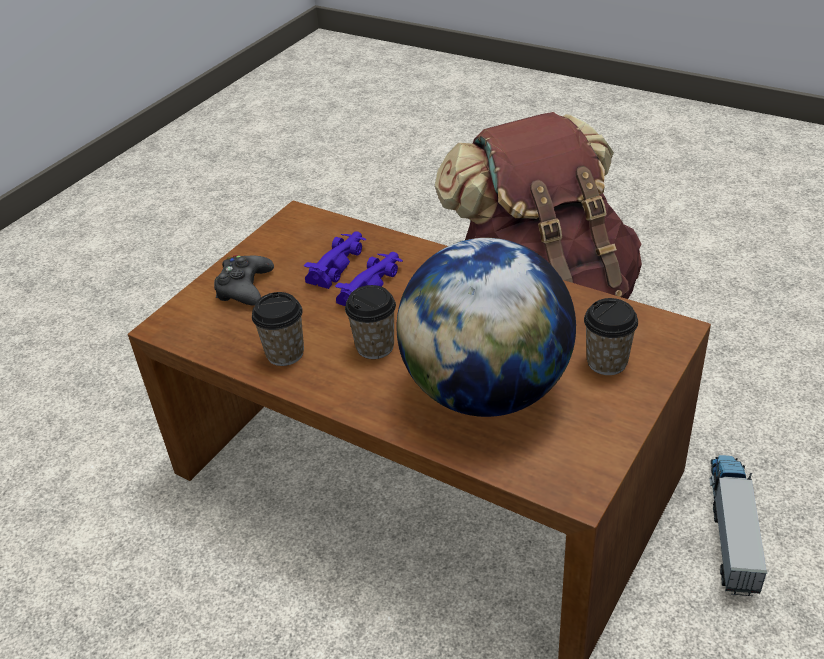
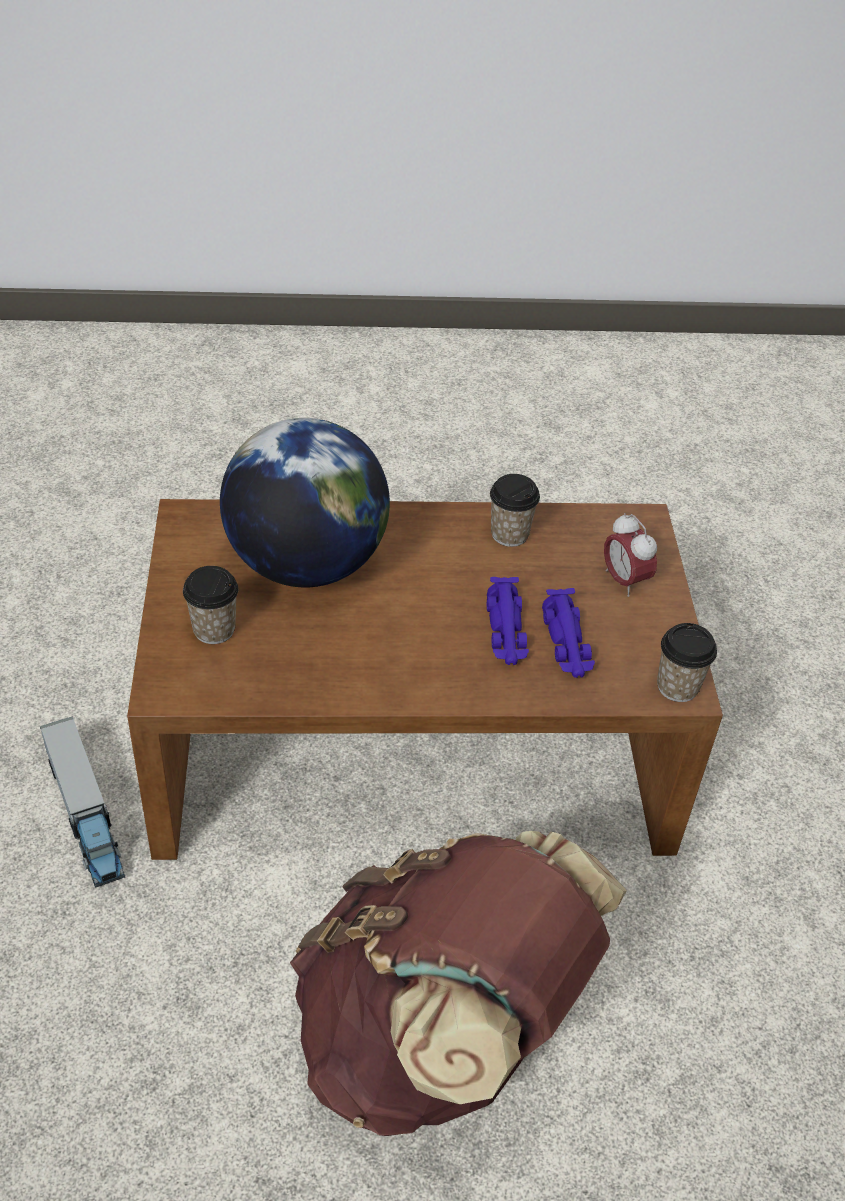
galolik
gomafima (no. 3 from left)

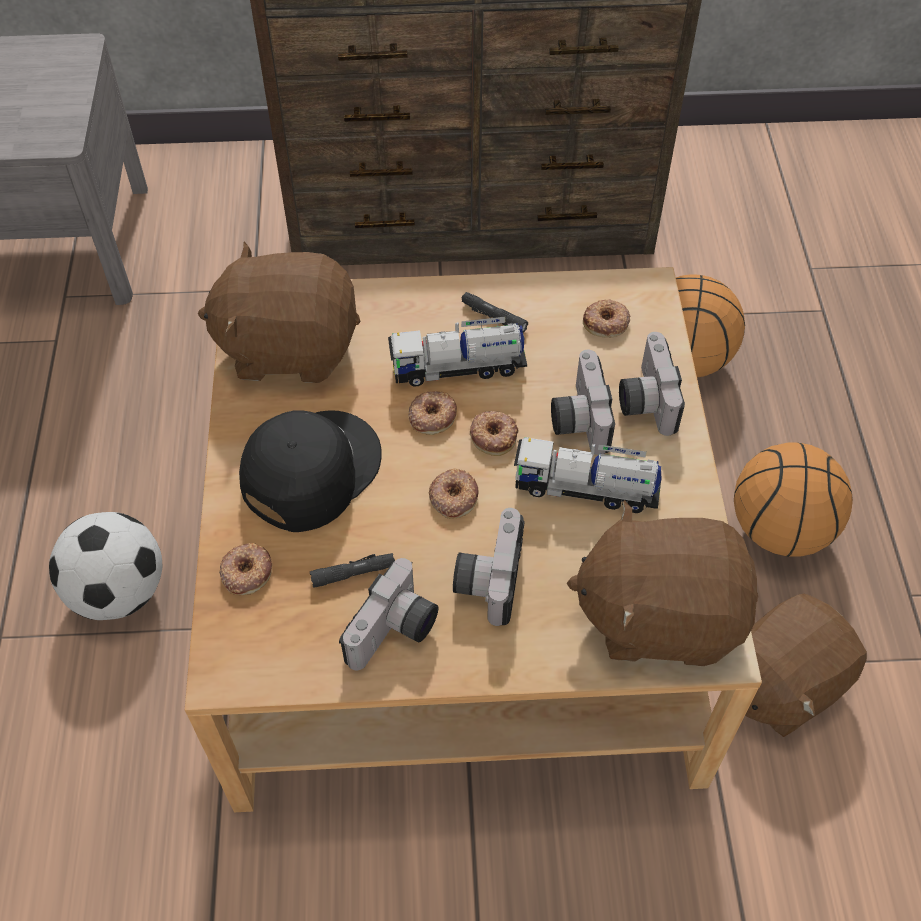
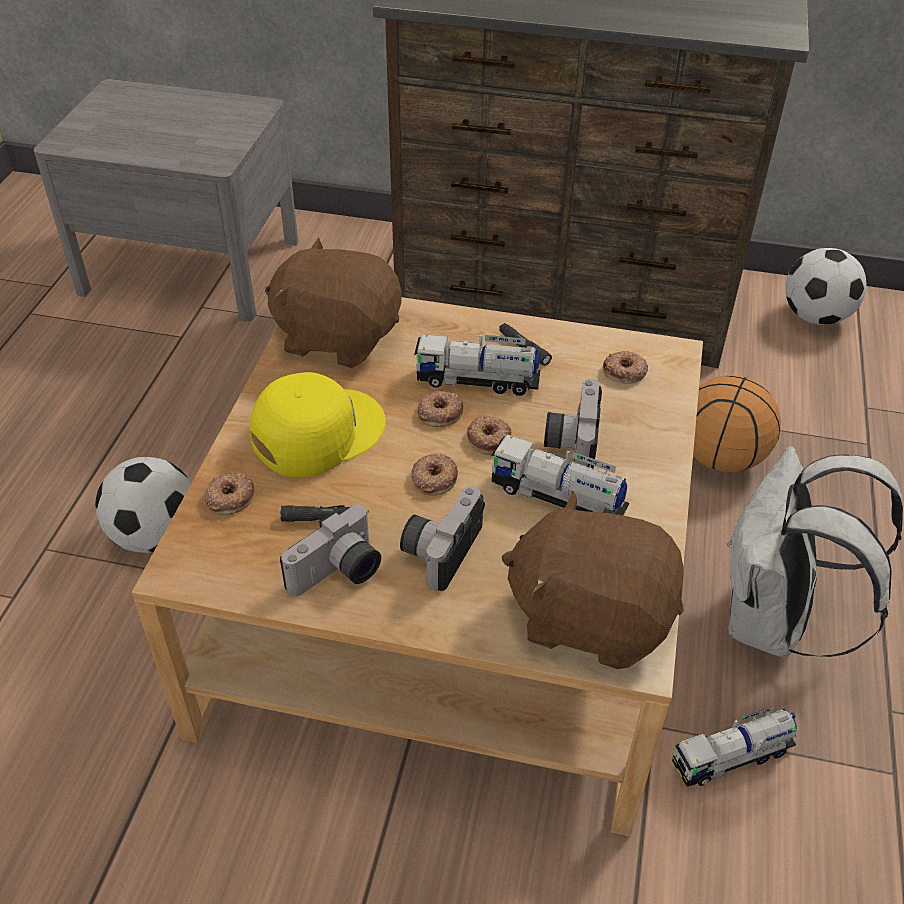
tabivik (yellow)
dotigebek (no. 3 from left)
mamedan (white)
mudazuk (no. 2 from left)
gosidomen (no. 4 from left in the first image)

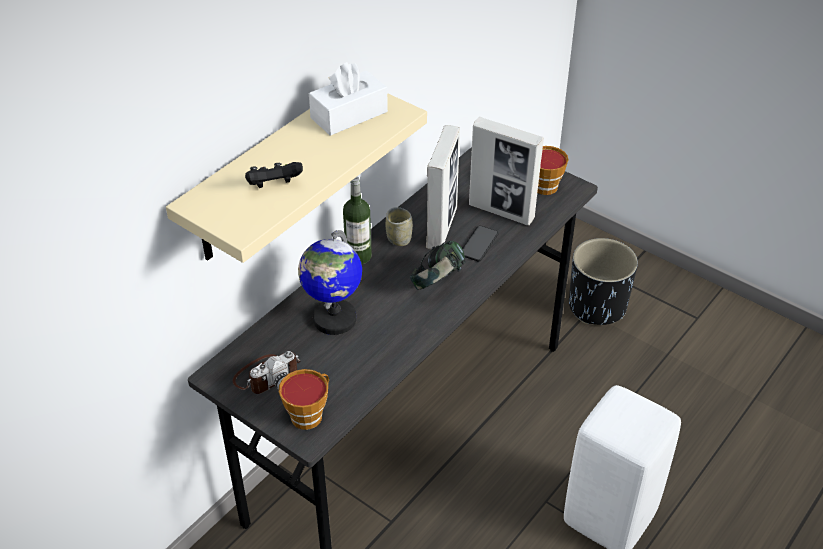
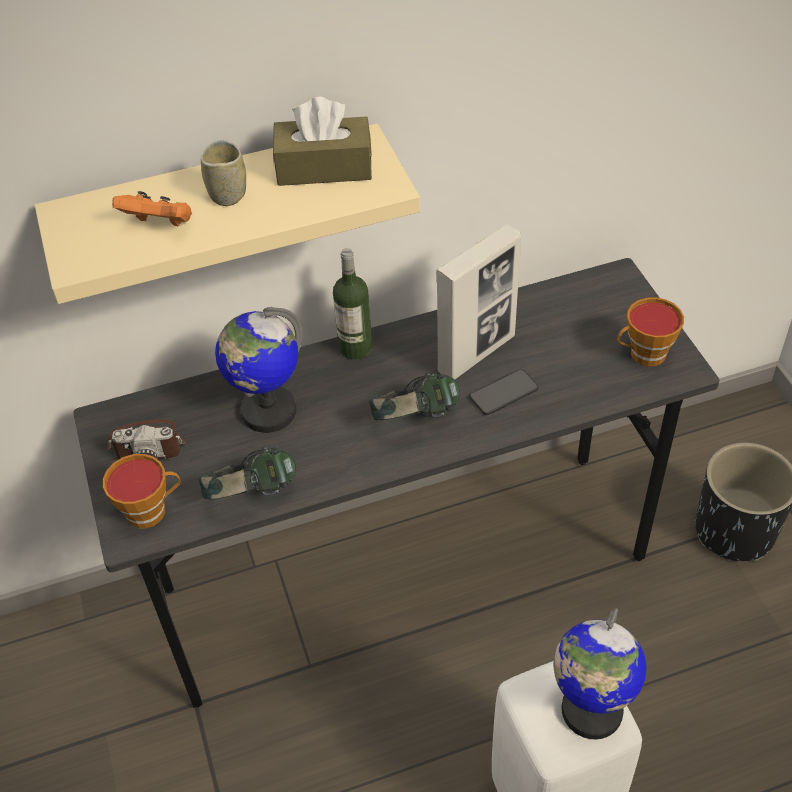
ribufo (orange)
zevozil (no. 1 from left)
gomafima (no. 2 from left)
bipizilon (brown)
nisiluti (no. 2 from left)
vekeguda (no. 2 from left in the first image)

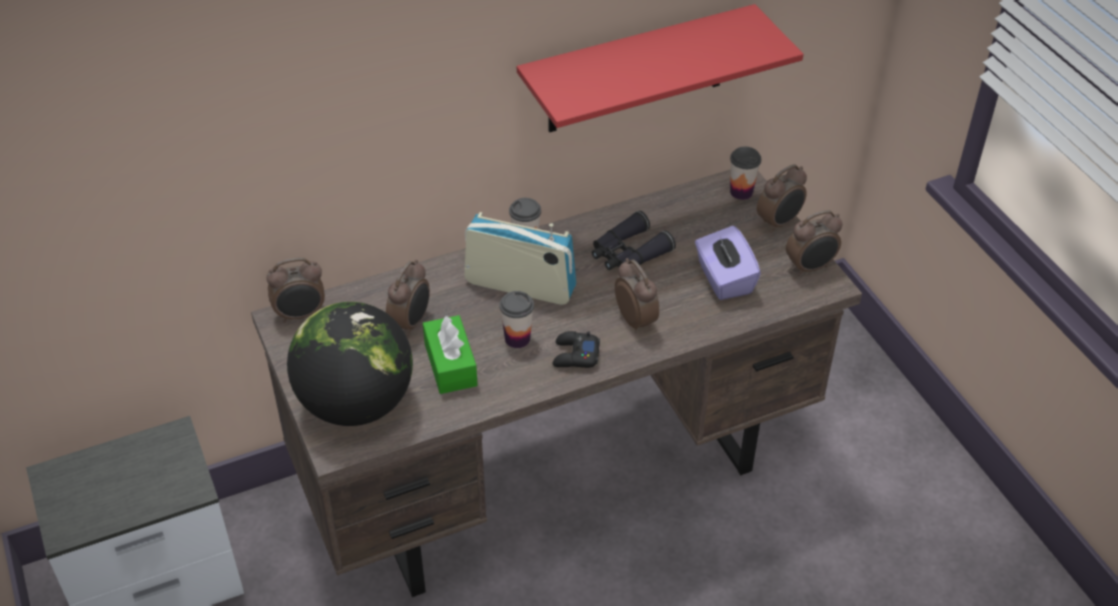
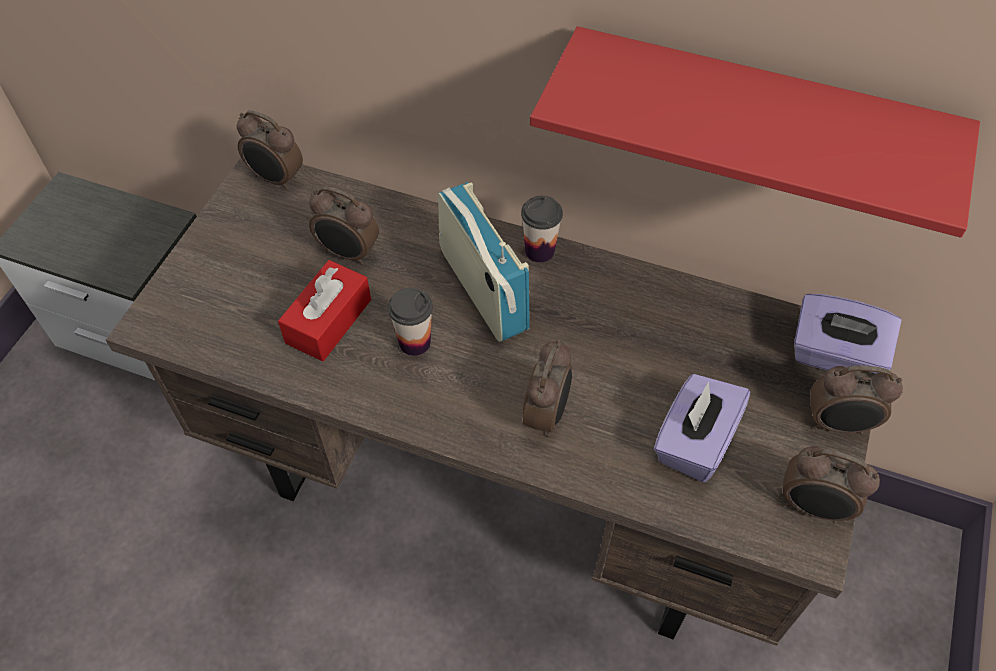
bipizilon (red)
galolik (no. 2 from left)
bipizilon (purple) (no. 2 from left)
nisiluti
ribufo (black)
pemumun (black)

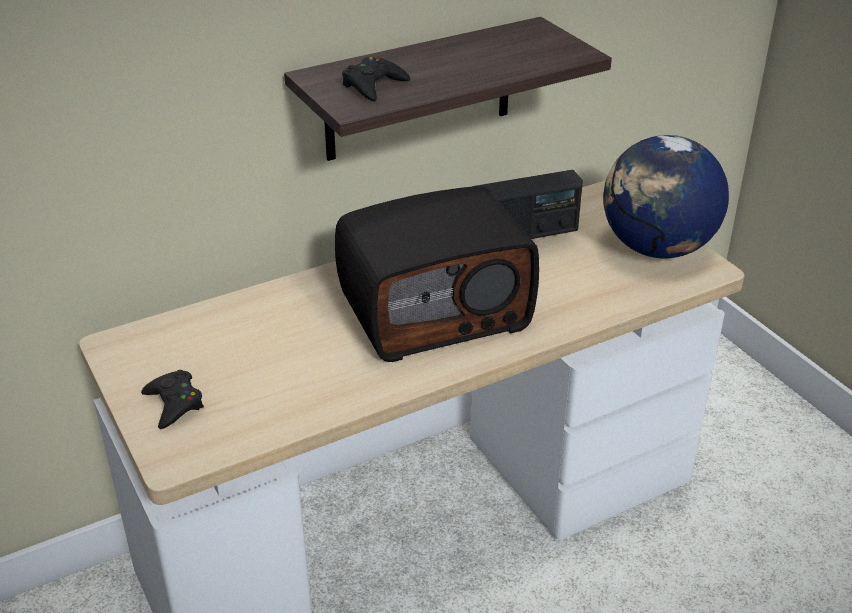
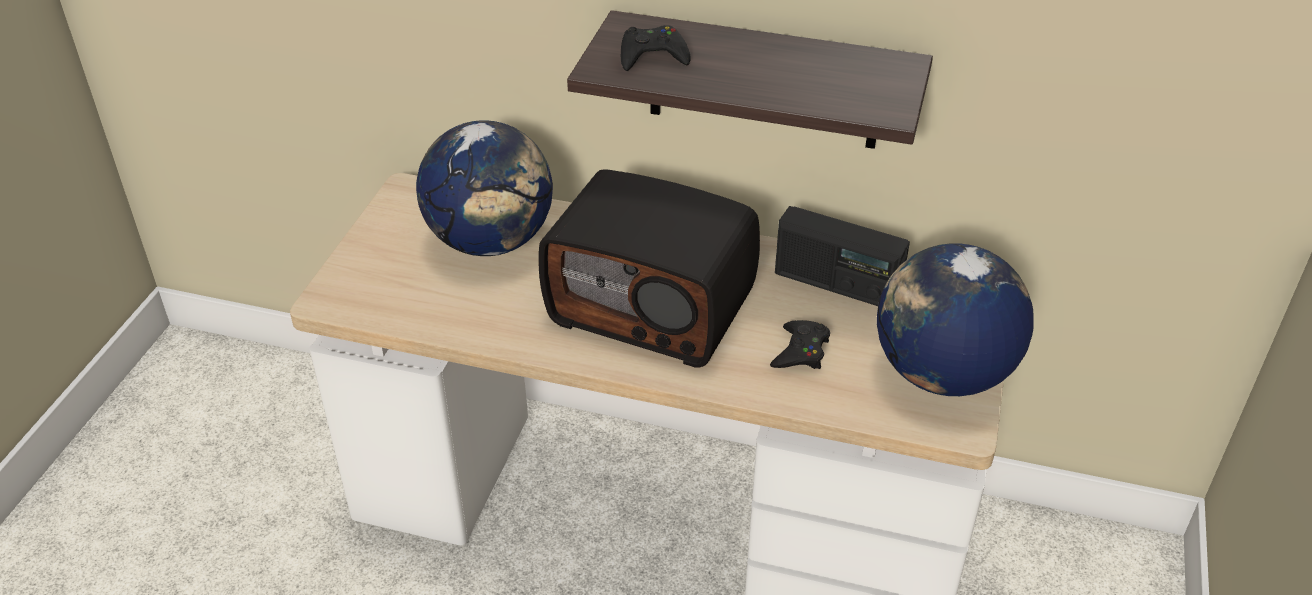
nisiluti (no. 1 from left)
ribufo (black) (no. 2 from left)

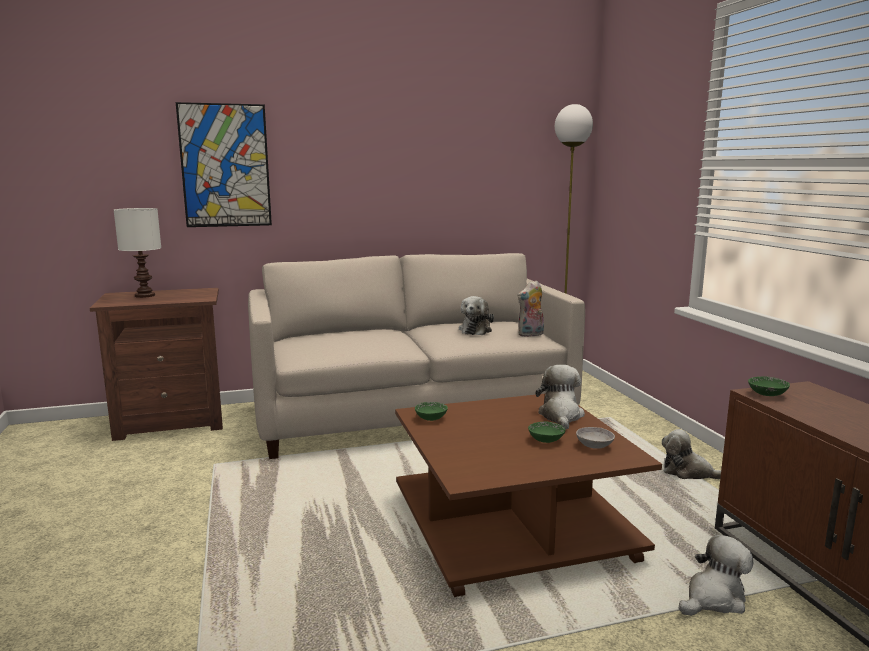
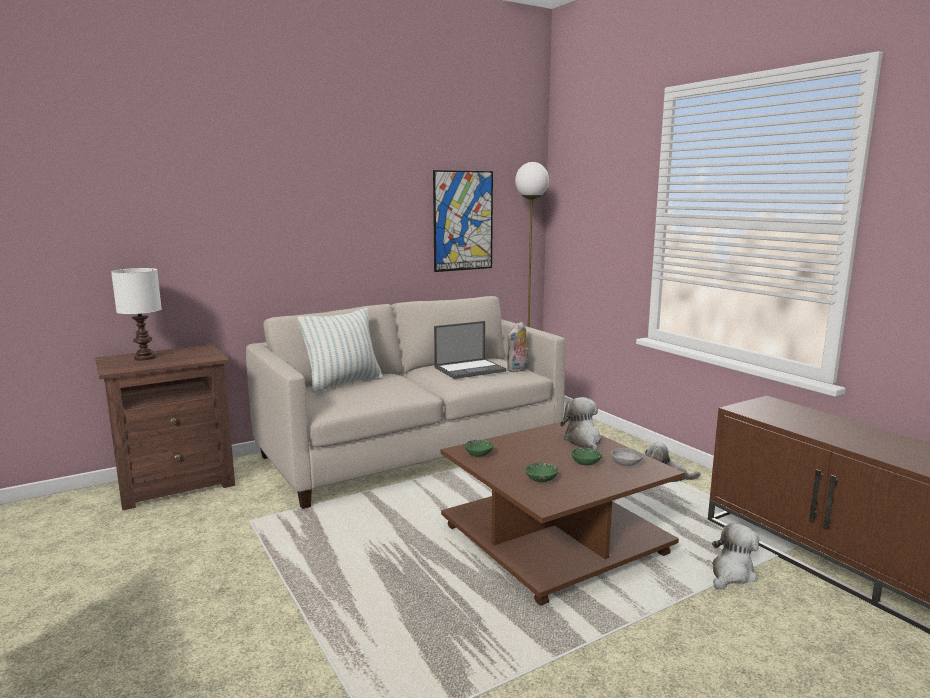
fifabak
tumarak
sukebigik
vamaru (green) (no. 2 from left)

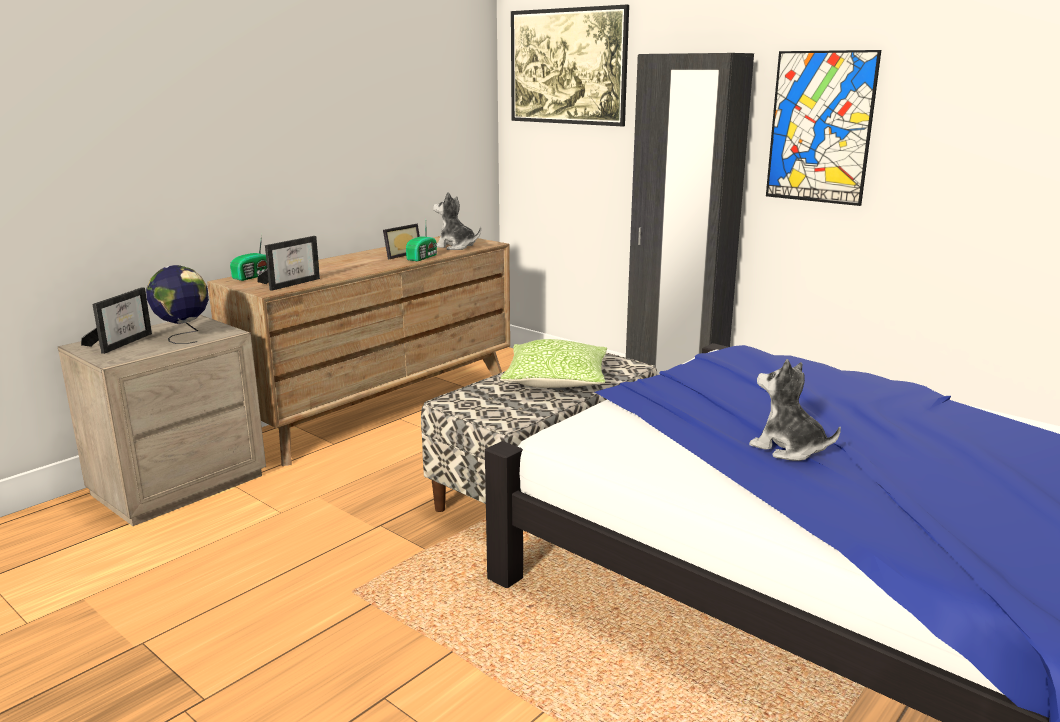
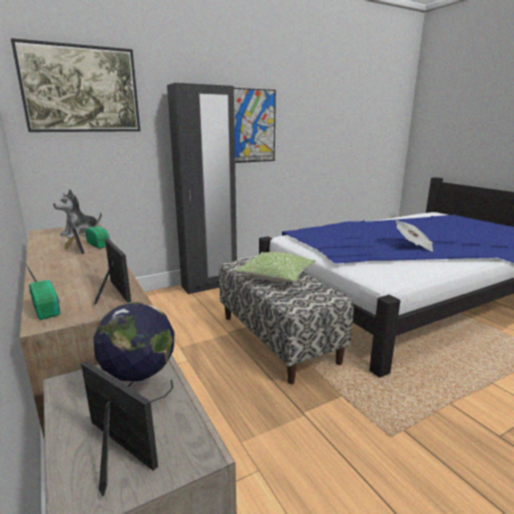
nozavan

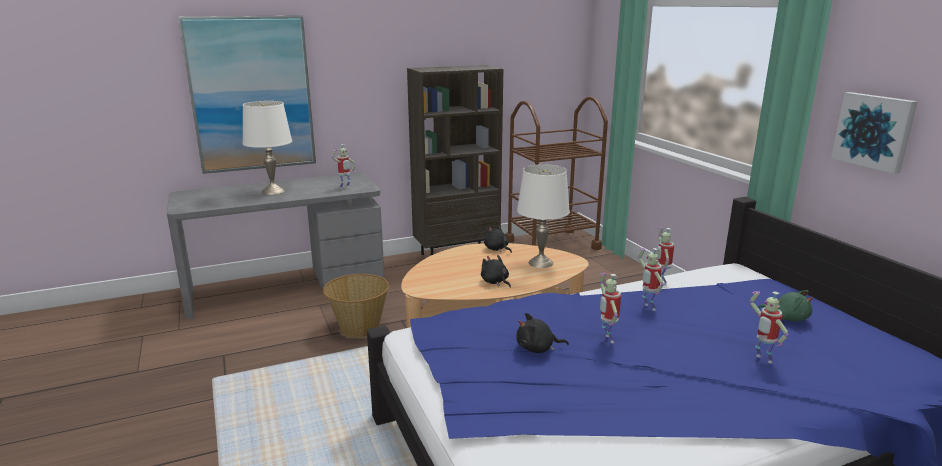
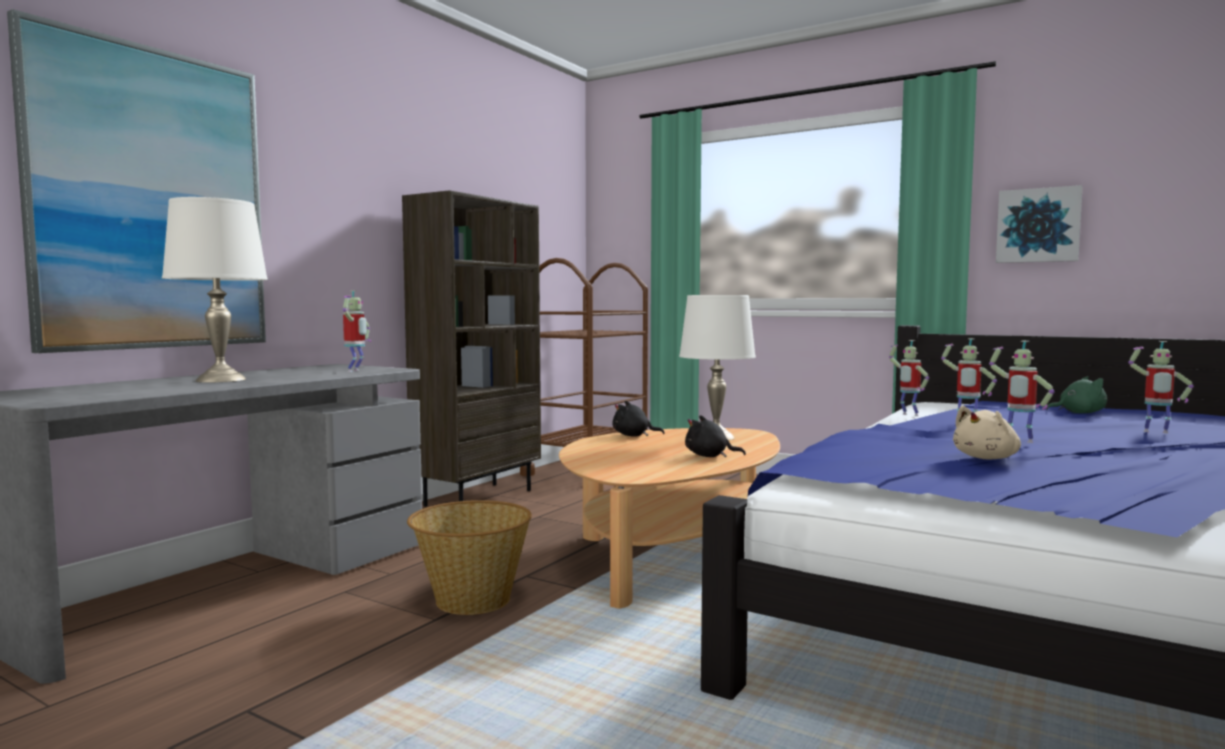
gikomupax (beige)

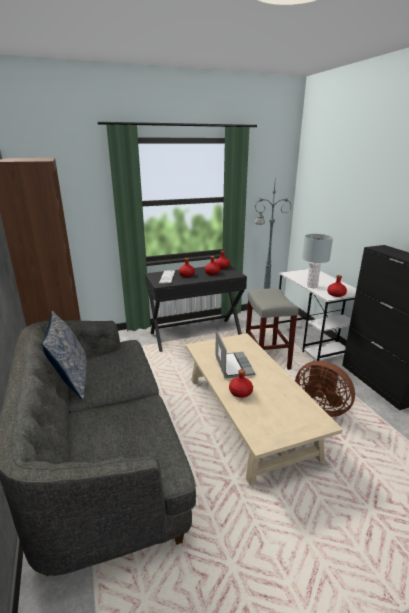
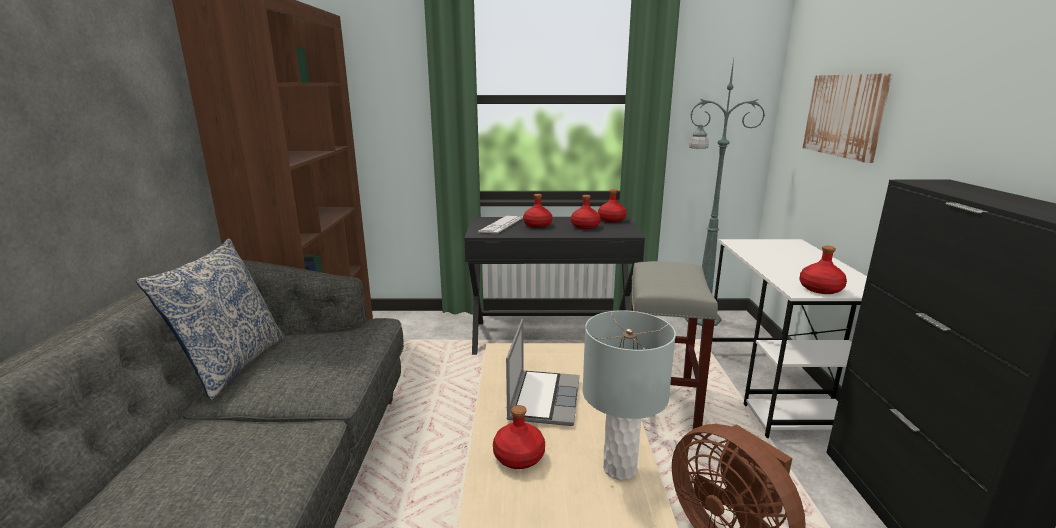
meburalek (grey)
tumarak

